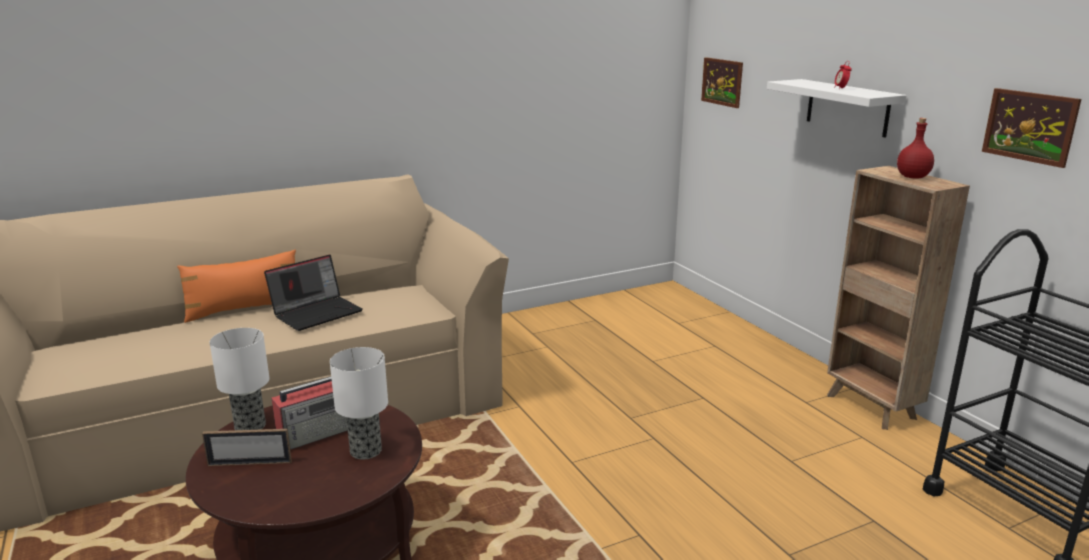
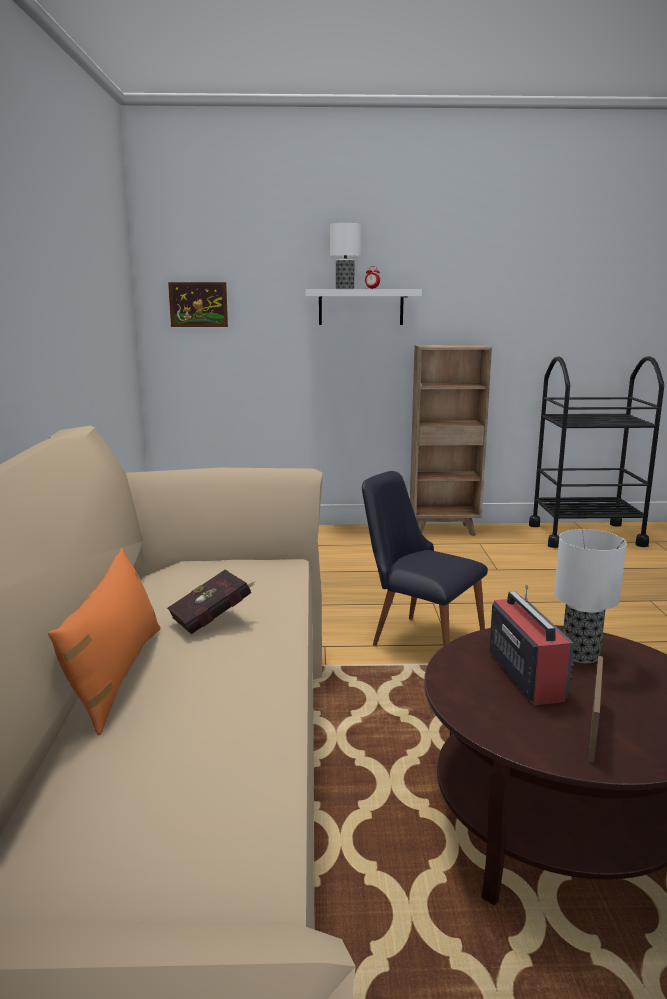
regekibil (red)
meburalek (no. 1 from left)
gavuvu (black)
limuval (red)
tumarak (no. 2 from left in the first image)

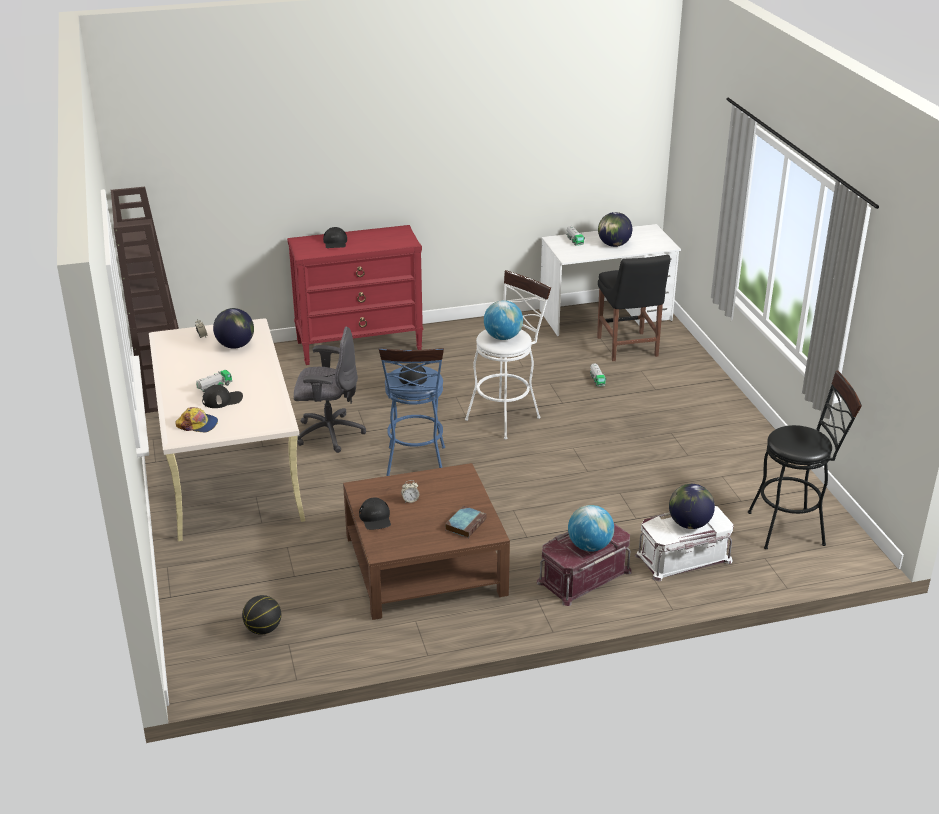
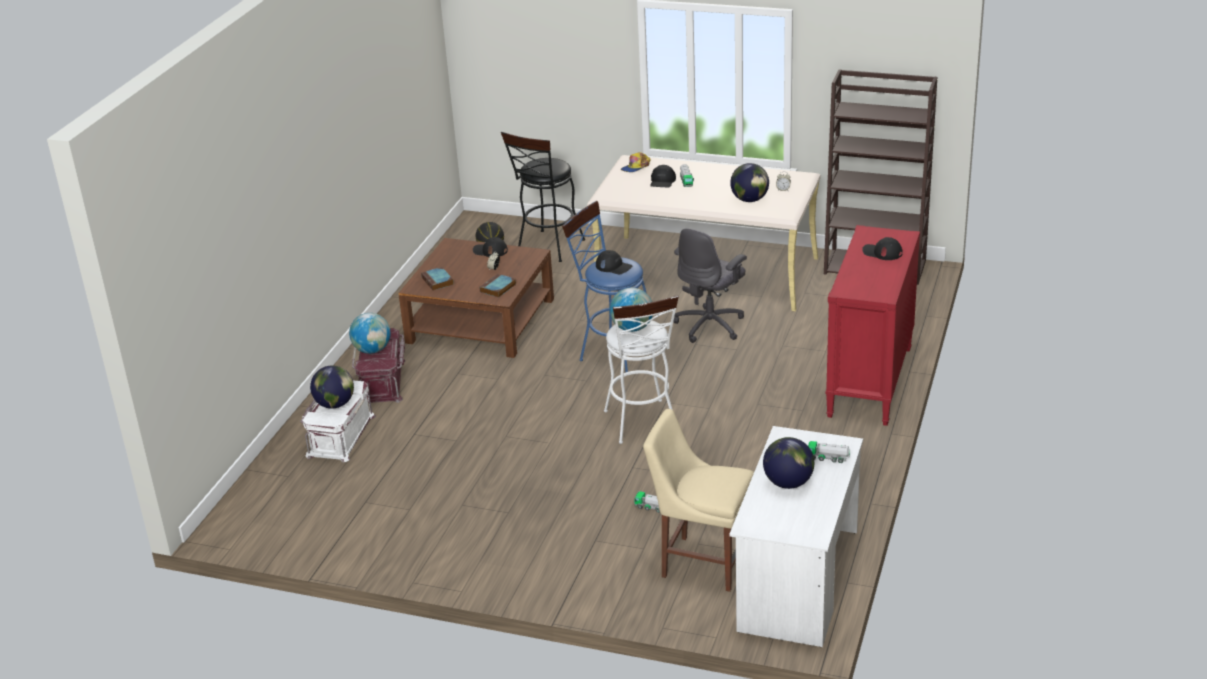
regekibil (no. 2 from left)
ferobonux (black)
gavuvu (beige)

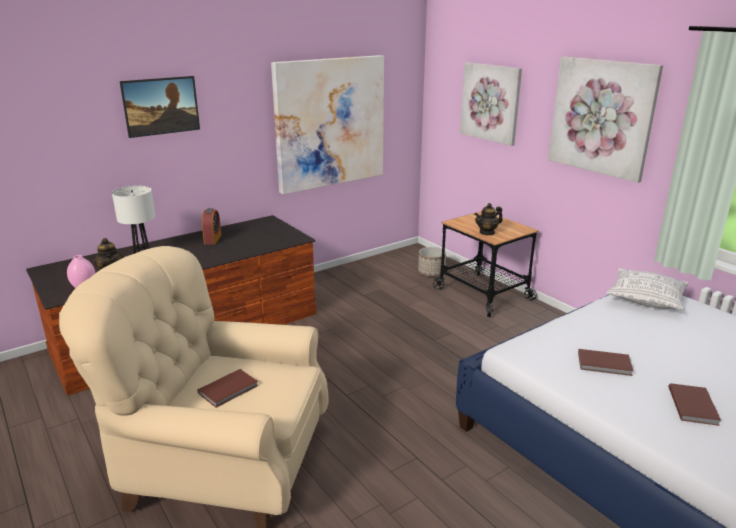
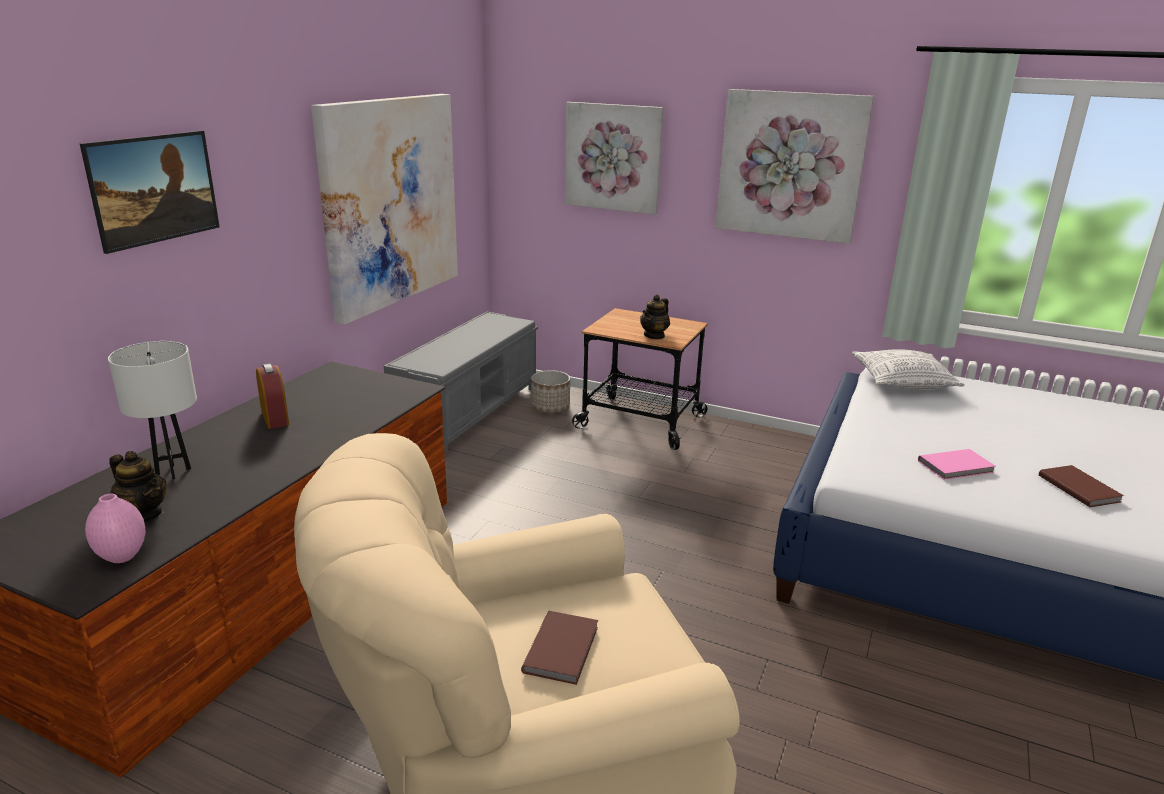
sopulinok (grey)
regekibil (pink)

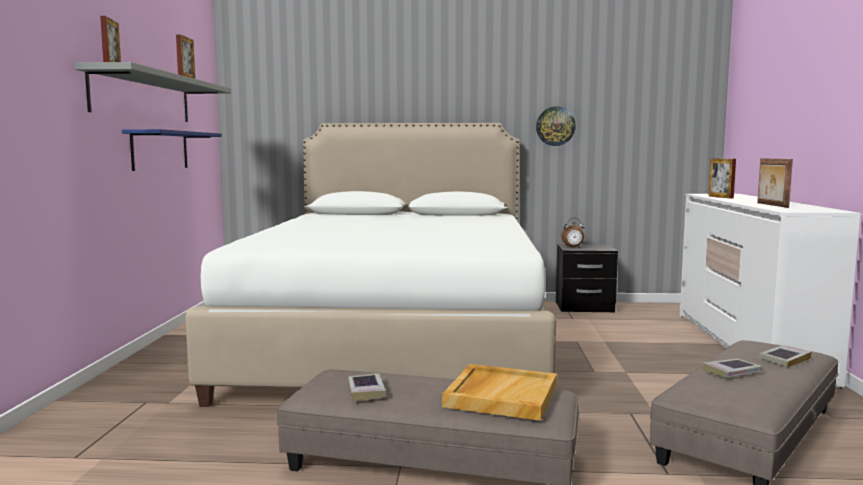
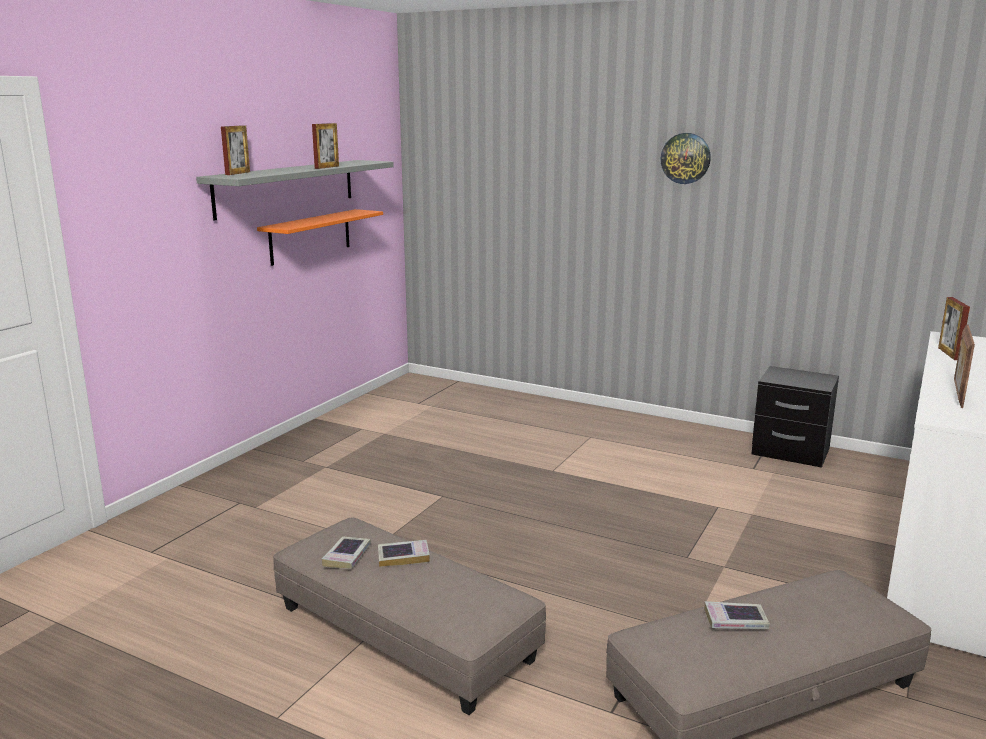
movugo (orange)
regekibil (no. 2 from left)
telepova
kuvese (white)
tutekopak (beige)
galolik

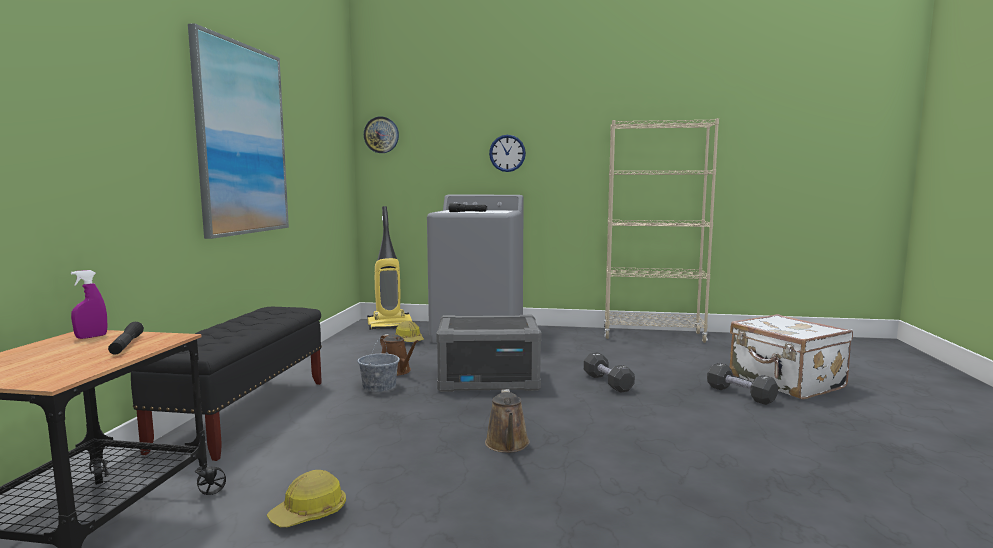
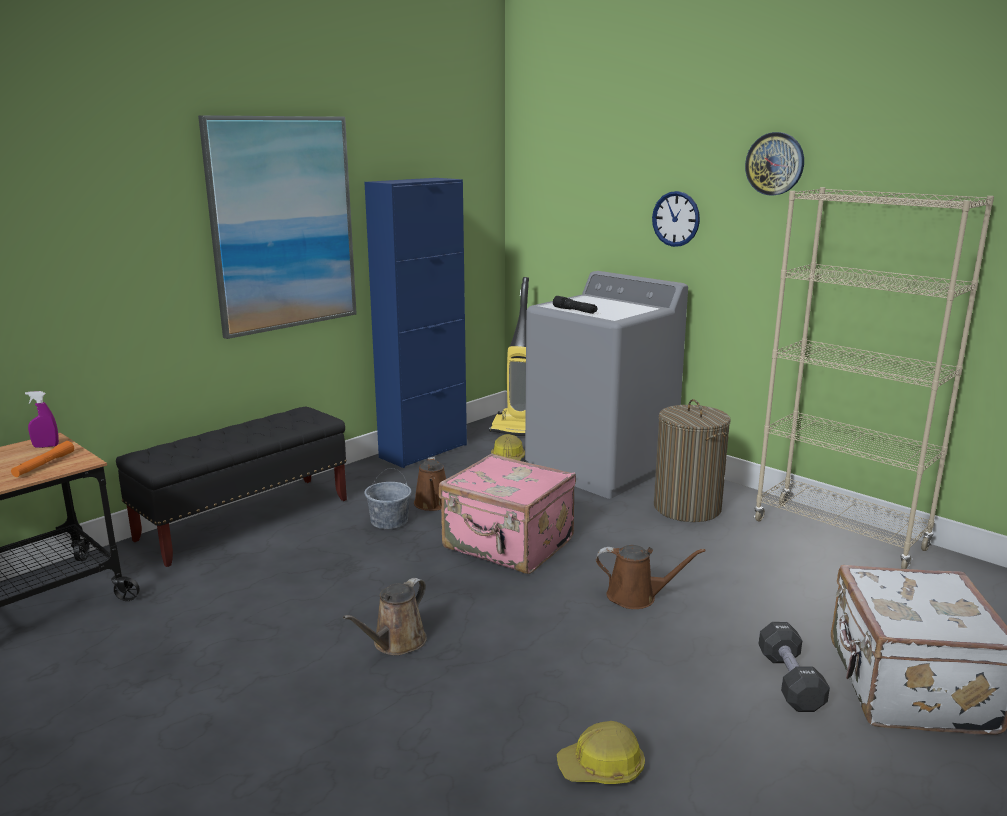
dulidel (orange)
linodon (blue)
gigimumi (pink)
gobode (no. 2 from left)
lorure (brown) (no. 3 from left)
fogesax
telepova (no. 2 from left)

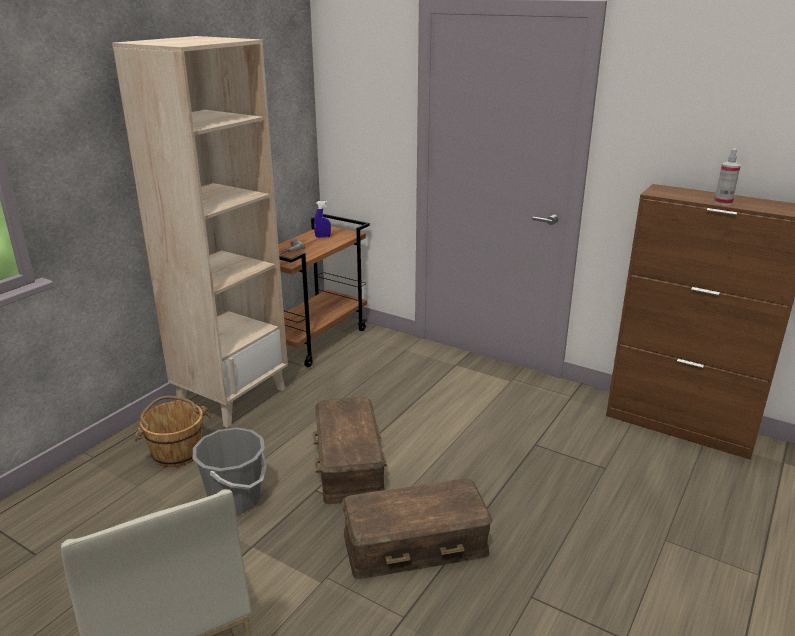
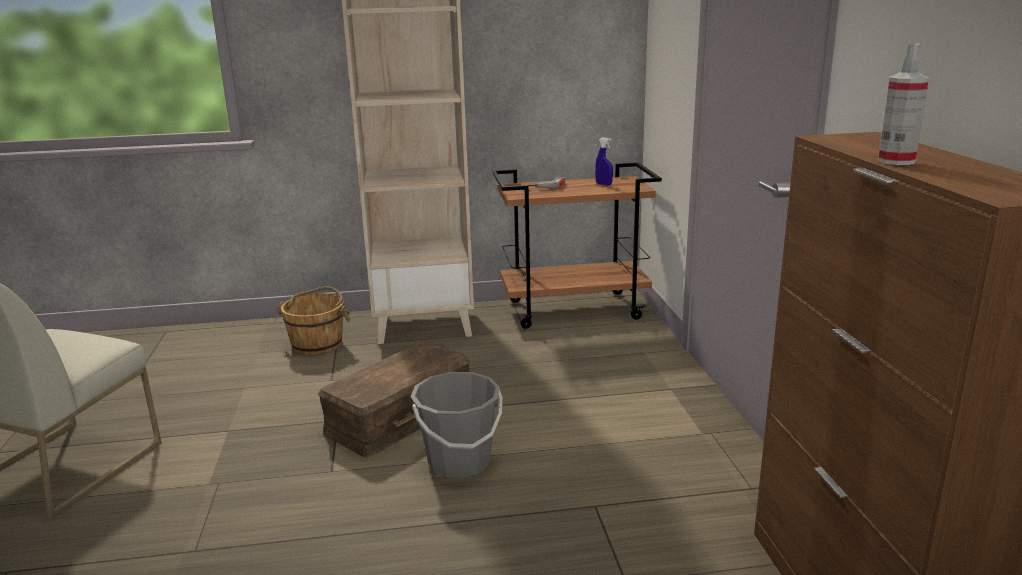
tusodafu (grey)
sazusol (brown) (no. 2 from left in the first image)

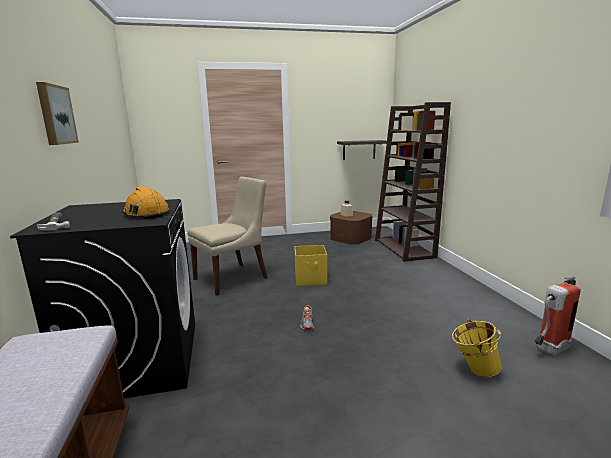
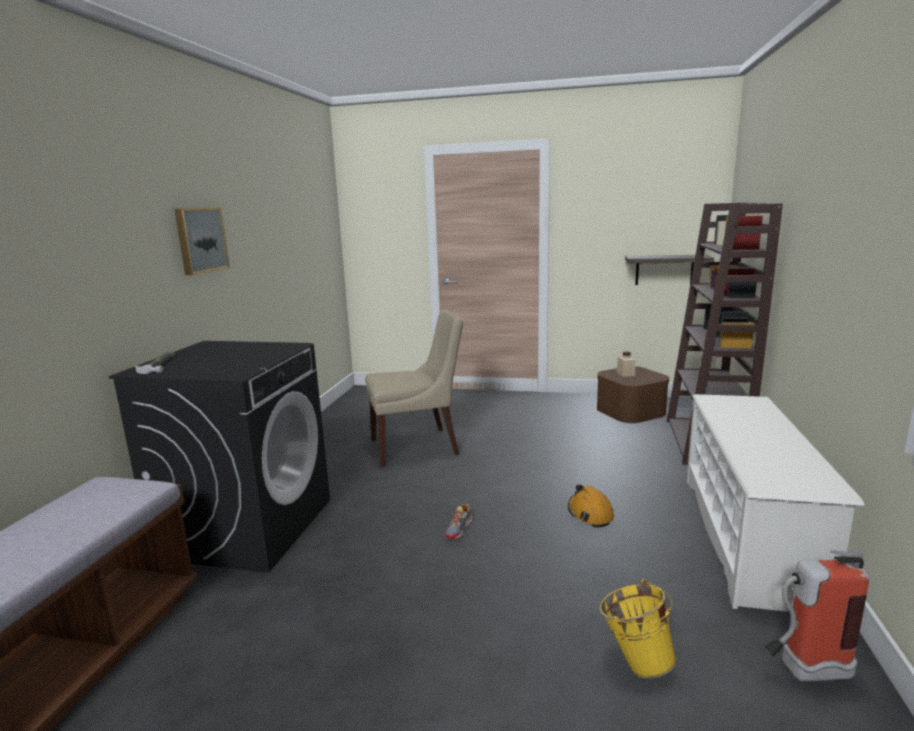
gobode (orange)
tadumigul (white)
sazusol (yellow)

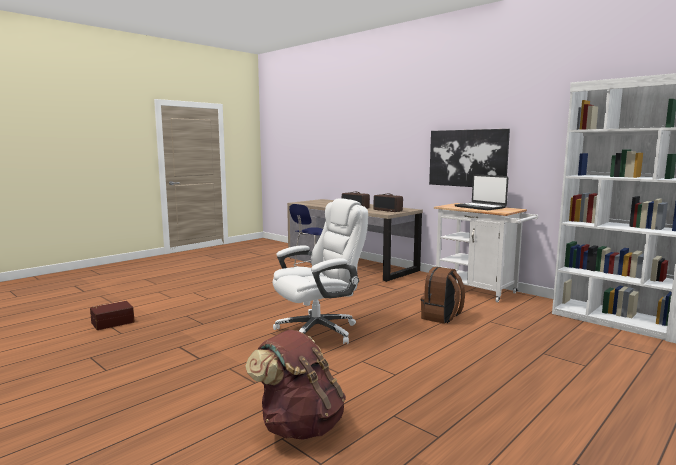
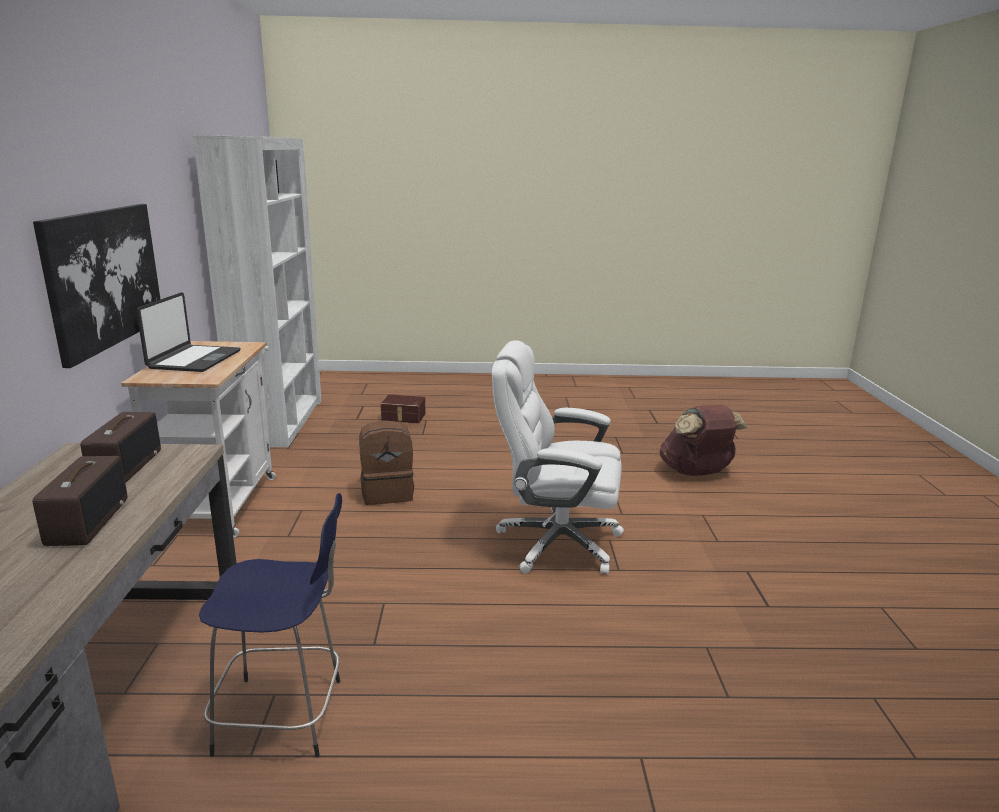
sazusol (brown)

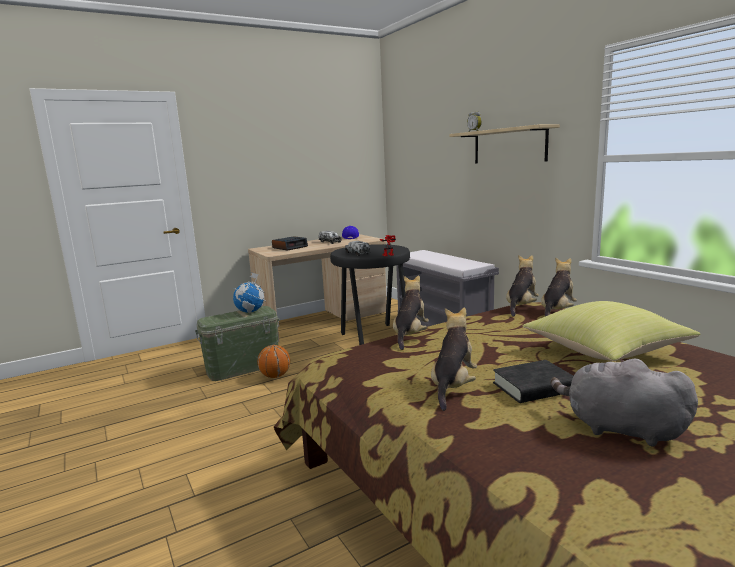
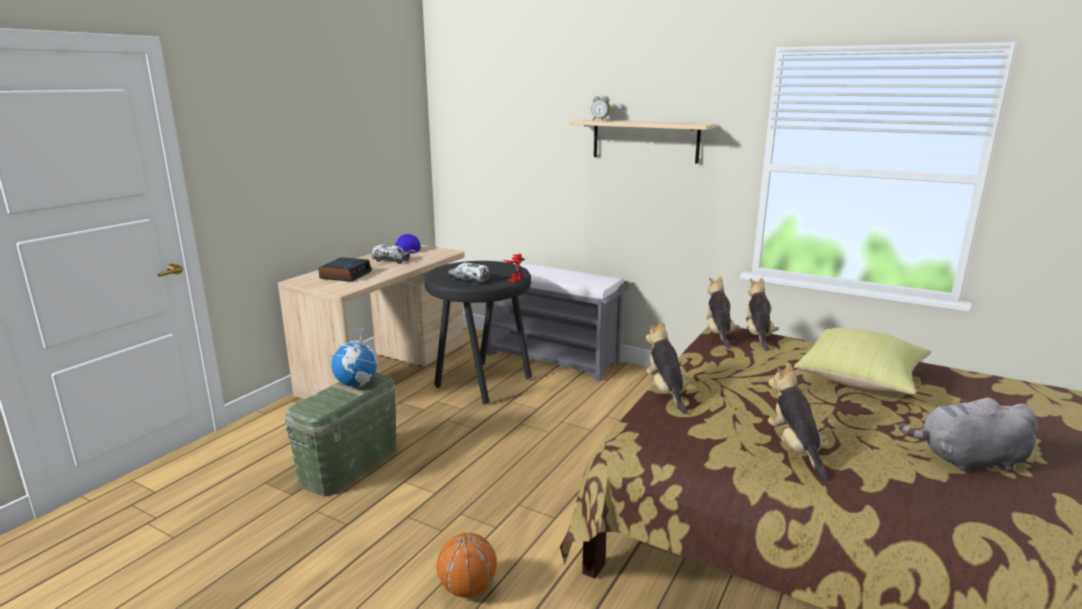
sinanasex
regekibil (black)

